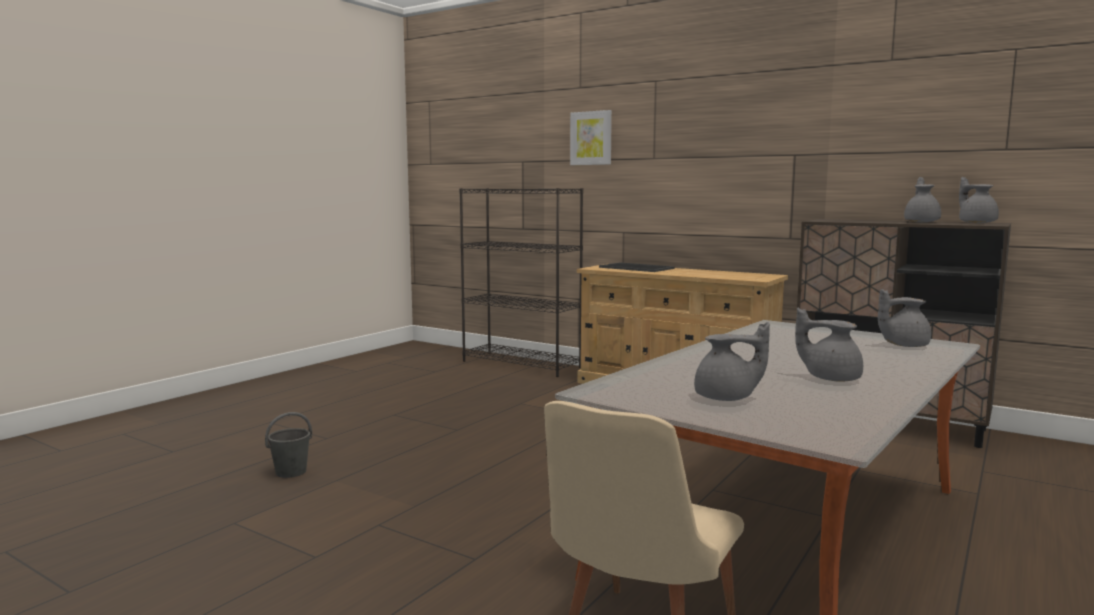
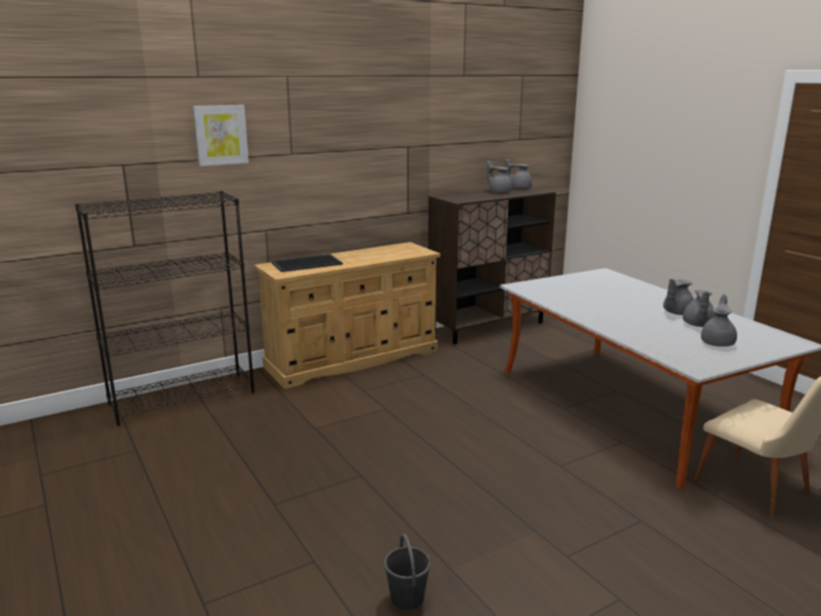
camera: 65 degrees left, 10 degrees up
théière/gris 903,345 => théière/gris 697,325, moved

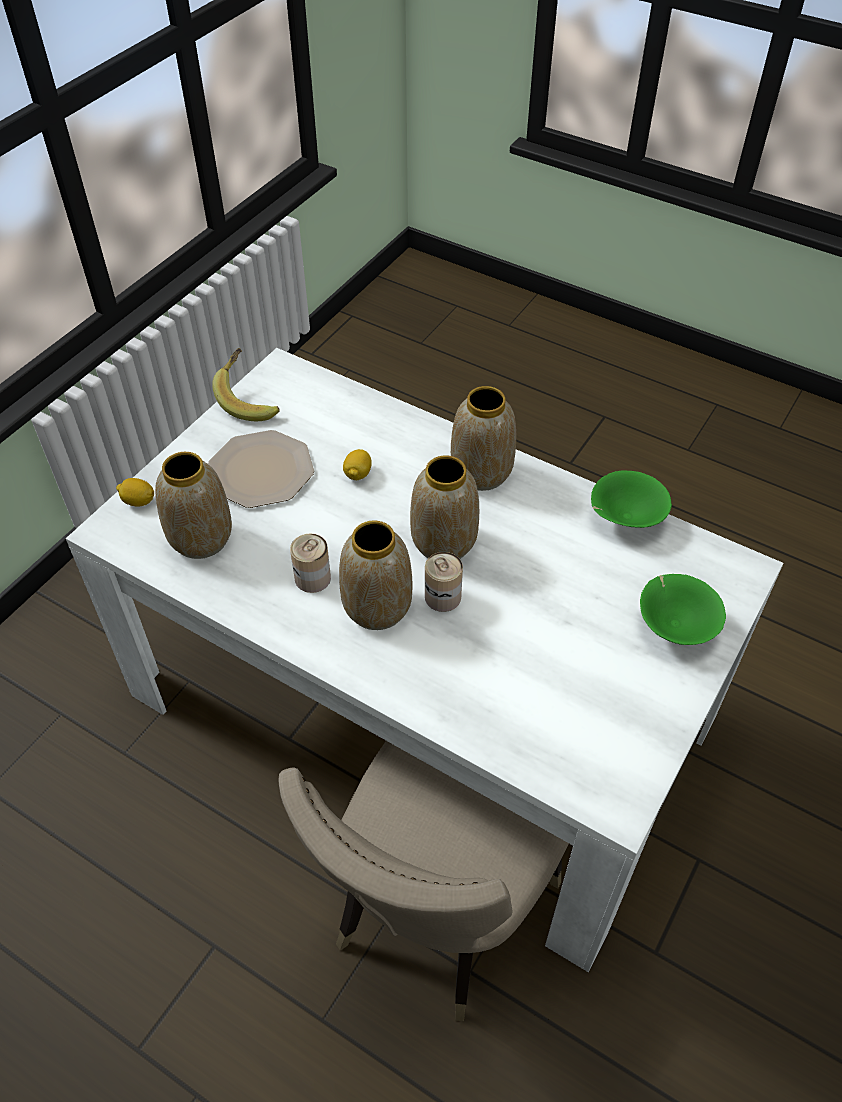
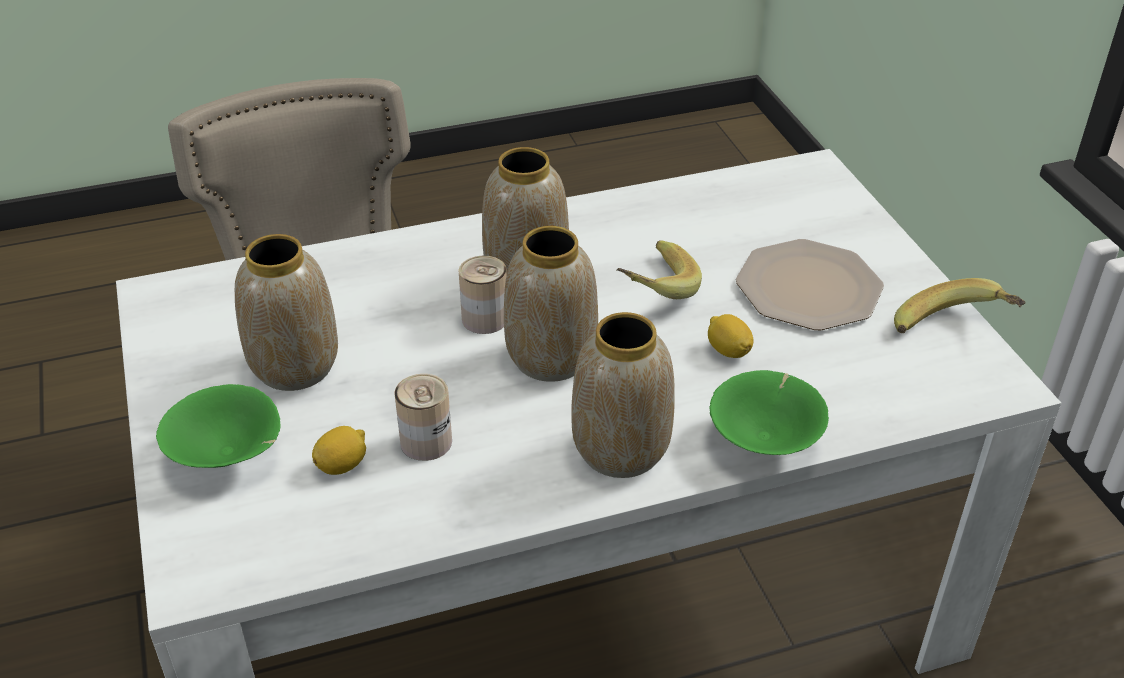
camera: 130 degrees right, 10 degrees down
vase 202,539 => vase 293,367, moved
bol/vert 625,518 => bol/vert 765,440, moved
citron 138,501 => citron 342,465, moved
boîte métallique 312,578 => boîte métallique 426,442, moved
nothing => banane 652,288

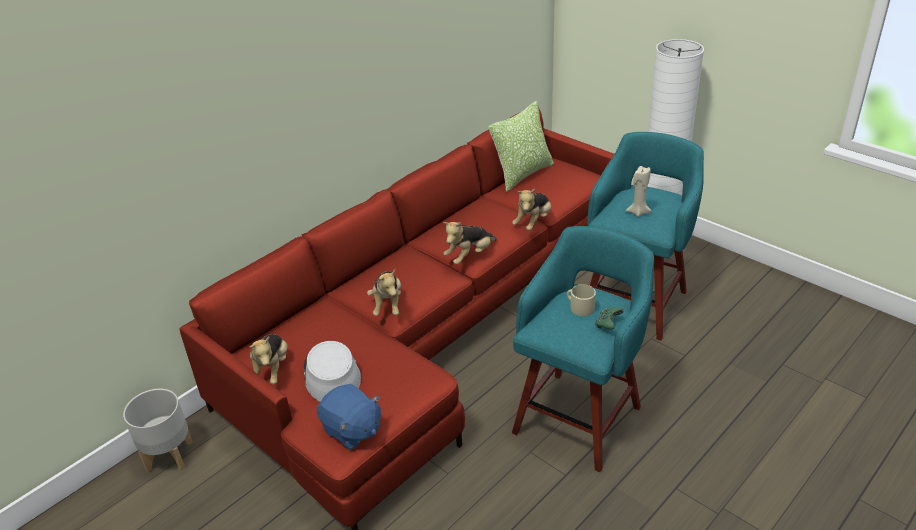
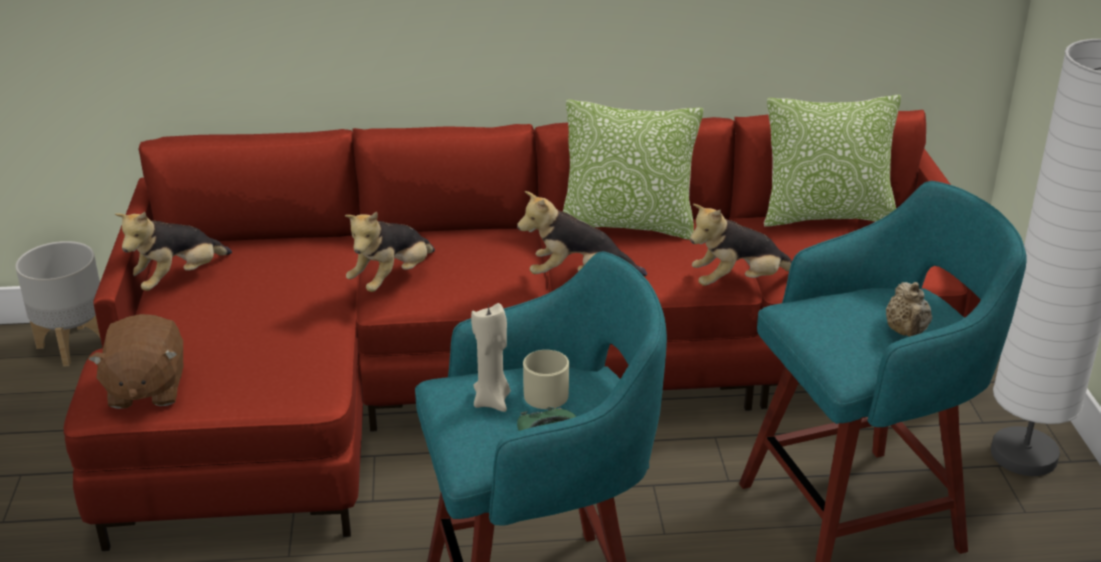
camera: 40 degrees right, 5 degrees down
bougie/beige 638,212 => bougie/beige 492,400, moved
chapeau/gris 331,375 => nothing
peluche/bleu 352,430 => peluche/marron 146,389
nothing => coussin 628,225
nothing => théière/beige 906,333

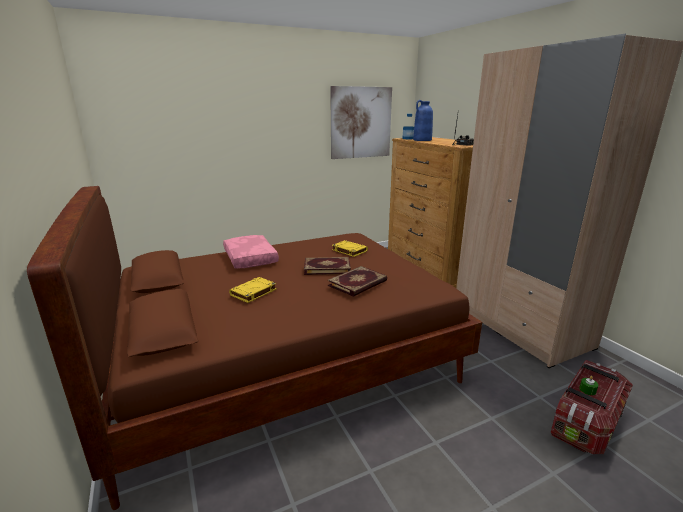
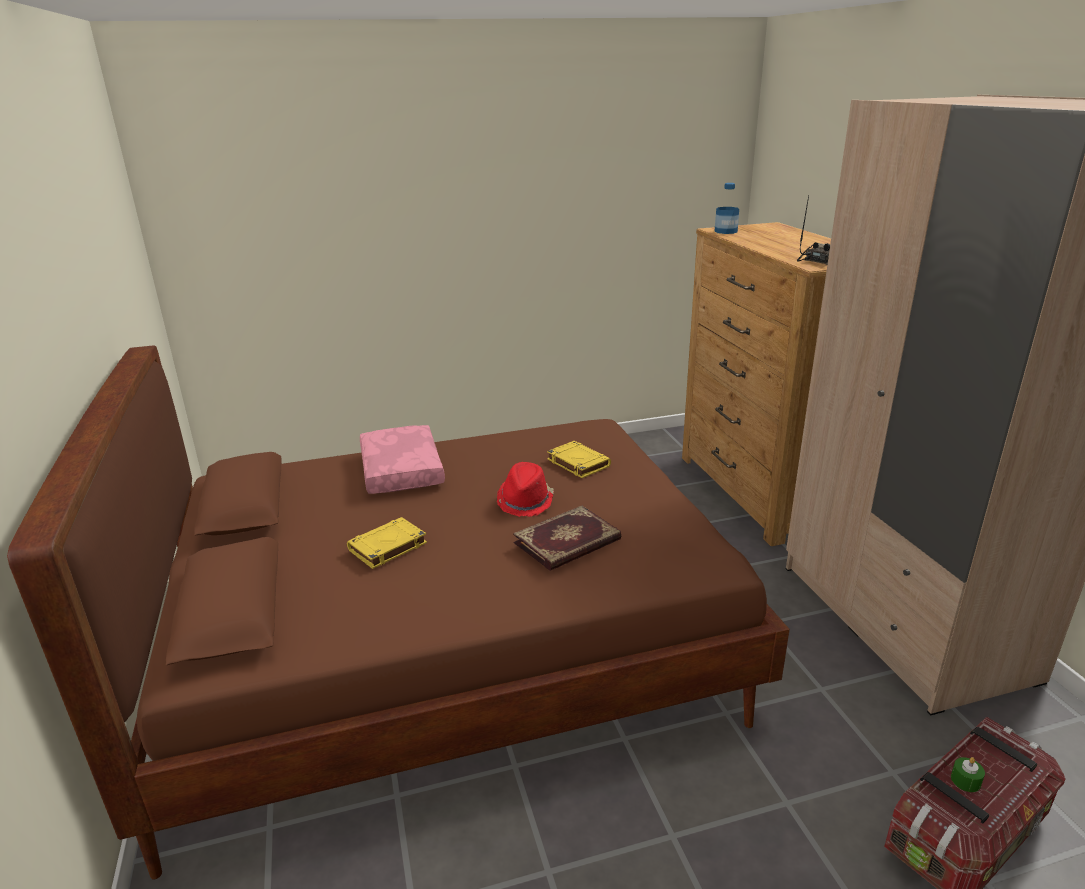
camera: 10 degrees right, 5 degrees up
tableau 361,123 => nothing
vase/bleu 422,140 => nothing
livre 327,267 => chapeau/rouge 525,501

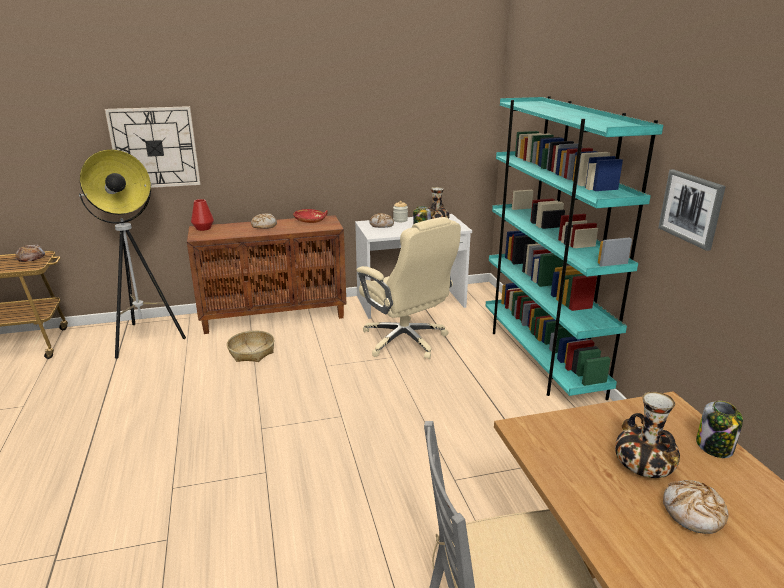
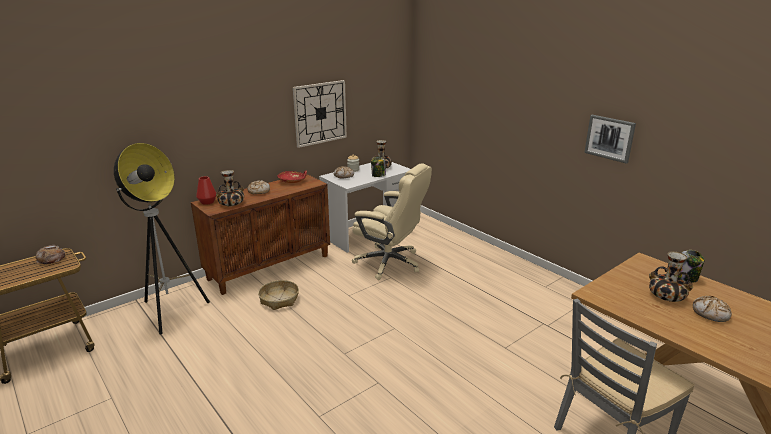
camera: 25 degrees left, 0 degrees up
bibliothèque/turquoise 541,358 => nothing
horloge murale 154,148 => horloge murale 320,113, moved
nothing => vase 231,203

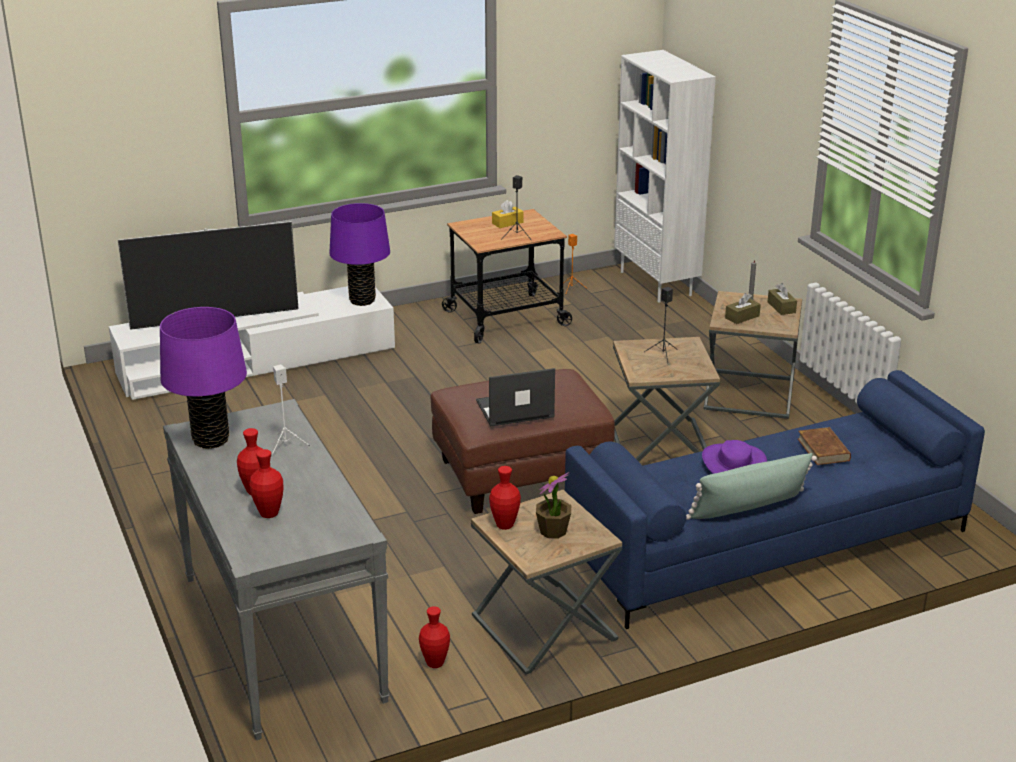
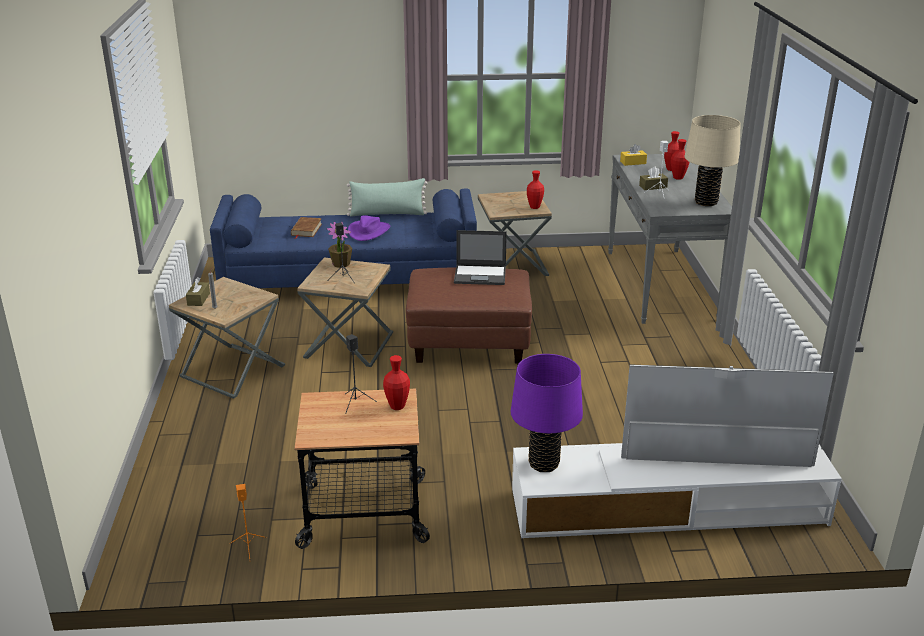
camera: 160 degrees left, 0 degrees up
bibliothèque/blanc 657,283 => nothing
boîte à mouchoirs/jaune 507,223 => boîte à mouchoirs/jaune 633,162, moved
boîte à mouchoirs/marron 742,317 => boîte à mouchoirs/marron 653,187, moved
lampe de table/violet 211,440 => lampe de table/beige 706,202
plante en pot 553,531 => plante en pot 341,264, moved
vase/rouge 435,663 => vase/rouge 397,406, moved

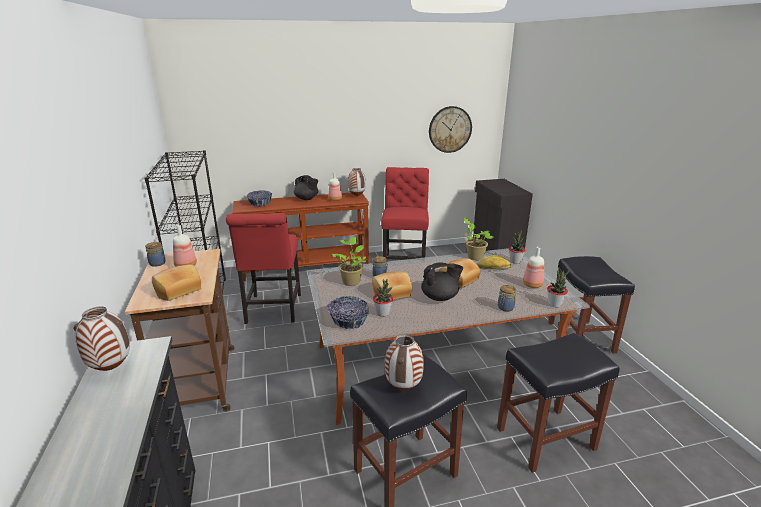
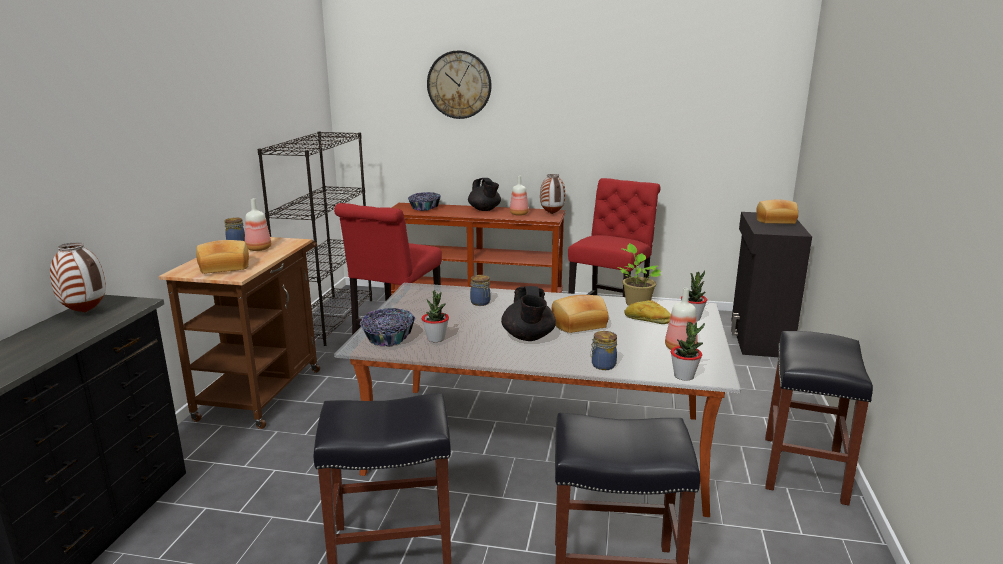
camera: 25 degrees right, 5 degrees down
horloge murale 450,129 => horloge murale 459,85, moved
plante en pot 351,281 => nothing
théière/noir 440,297 => théière/noir 528,337, 75 degrees clockwise
pain 392,293 => pain 776,221, moved
vase 403,387 => nothing

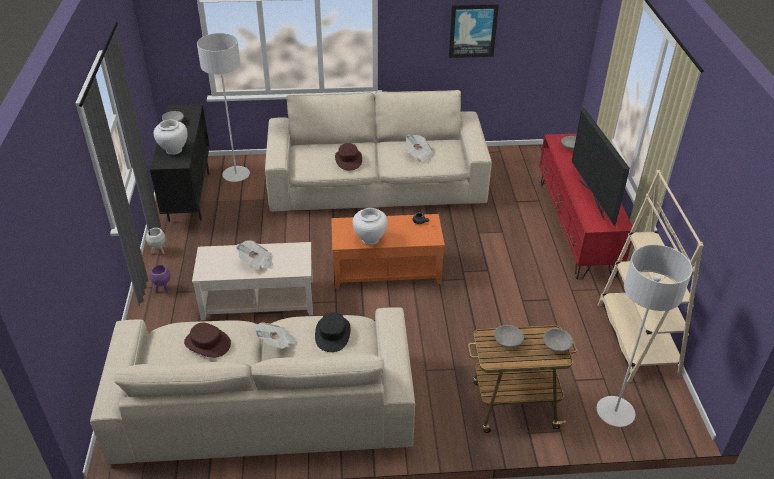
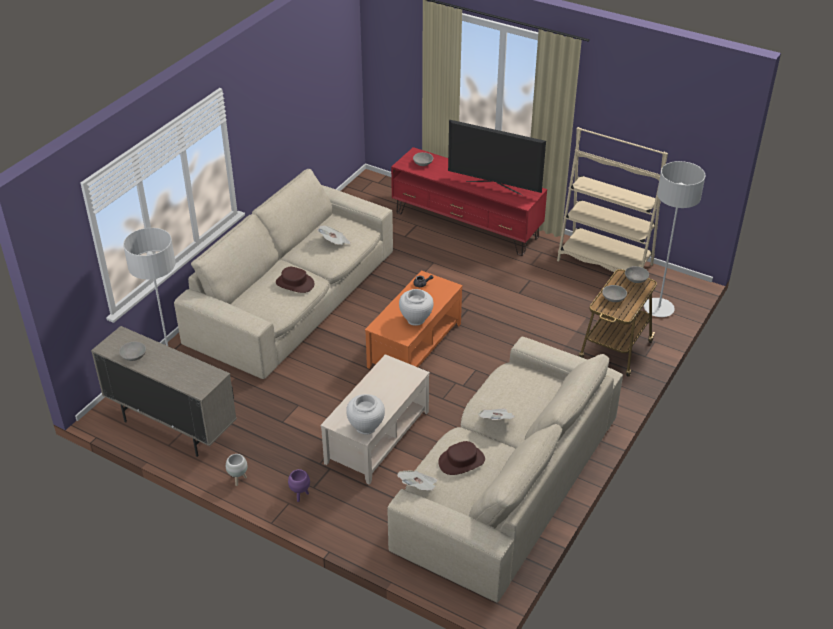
camera: 55 degrees left, 0 degrees up
tableau 472,30 => nothing
meuble de rangement/noir 189,197 => meuble de rangement/beige 172,427
vase/blanc 174,150 => vase/blanc 366,427, moved
journal 257,263 => journal 418,487, moved
chapeau/noir 333,334 => nothing

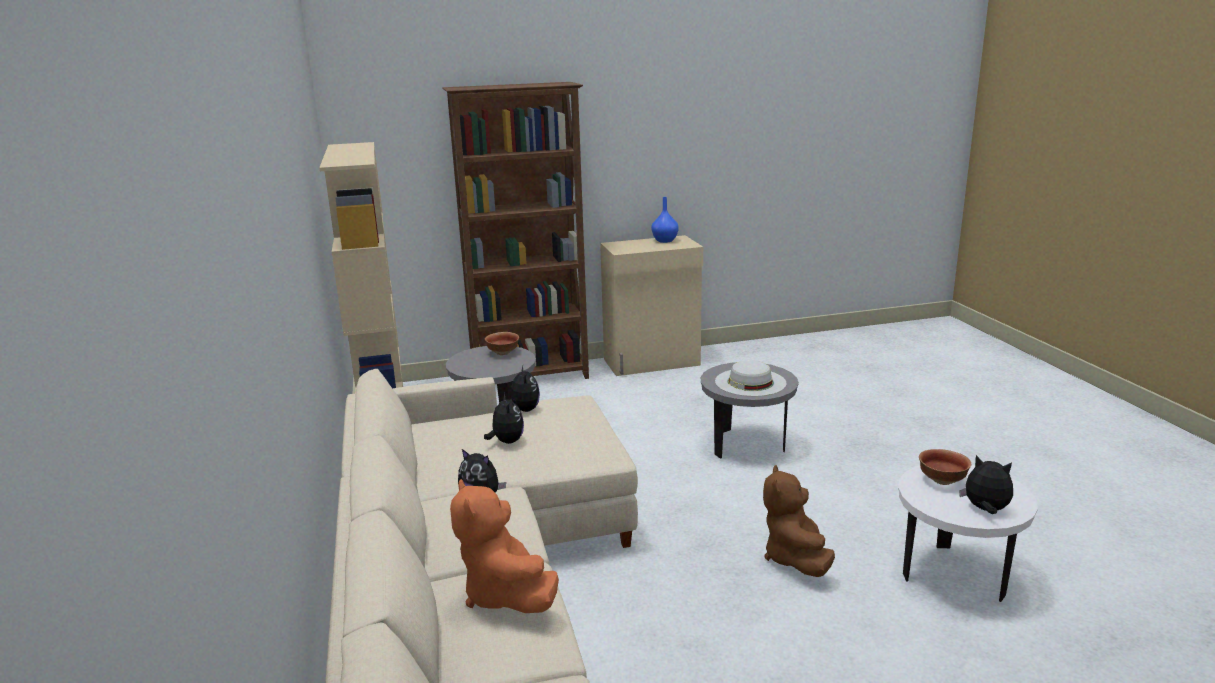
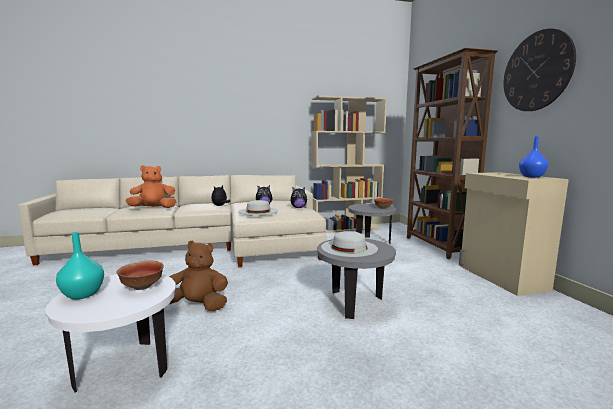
camera: 90 degrees right, 10 degrees down
peluche 985,510 => vase/turquoise 83,294
nothing => horloge murale 536,71
nothing => chapeau/blanc 258,211

